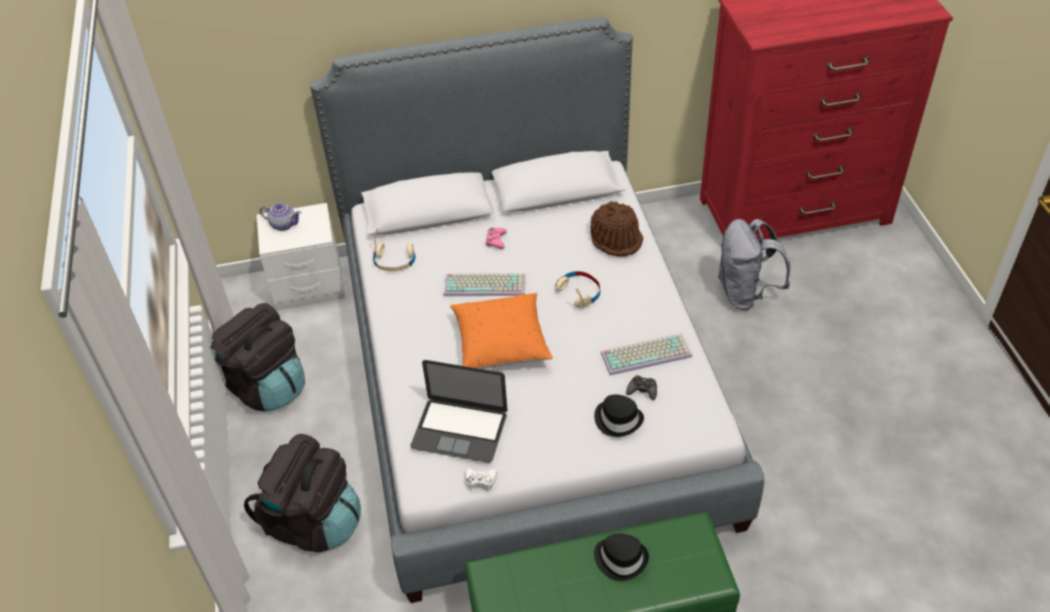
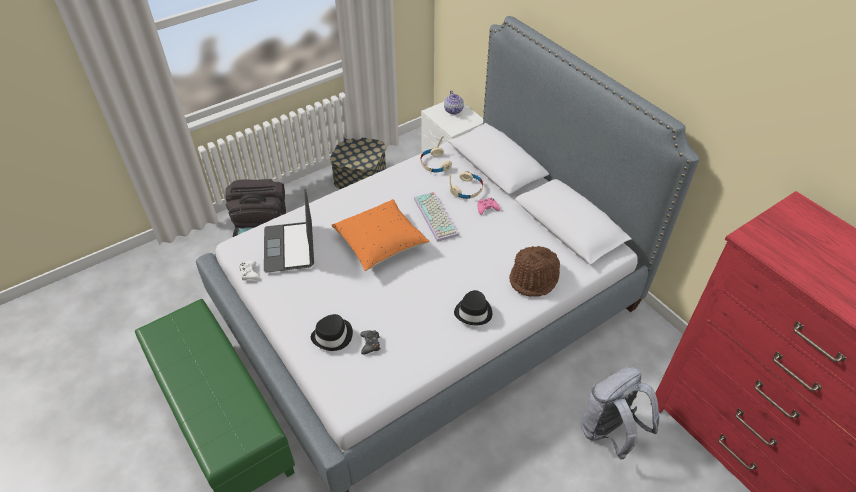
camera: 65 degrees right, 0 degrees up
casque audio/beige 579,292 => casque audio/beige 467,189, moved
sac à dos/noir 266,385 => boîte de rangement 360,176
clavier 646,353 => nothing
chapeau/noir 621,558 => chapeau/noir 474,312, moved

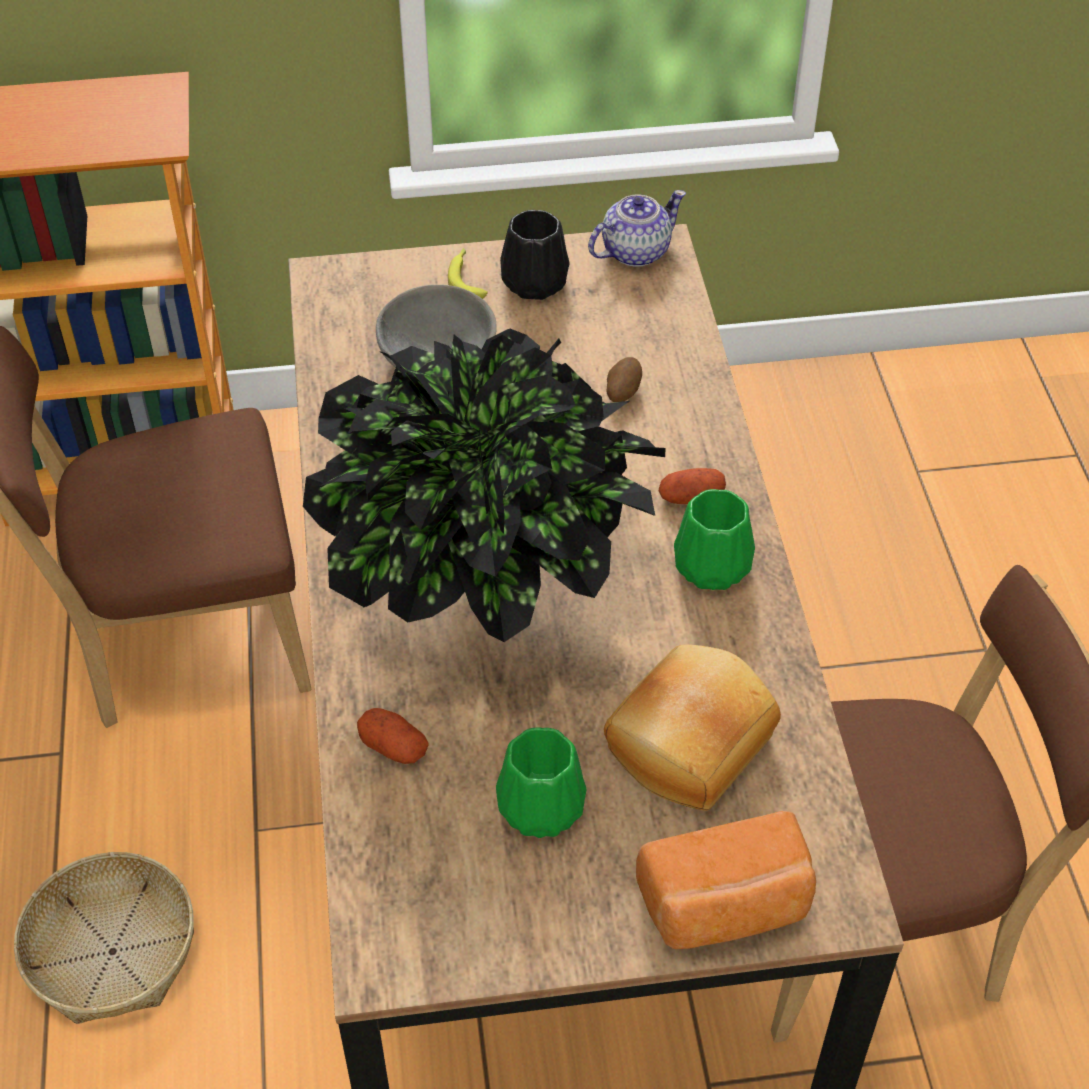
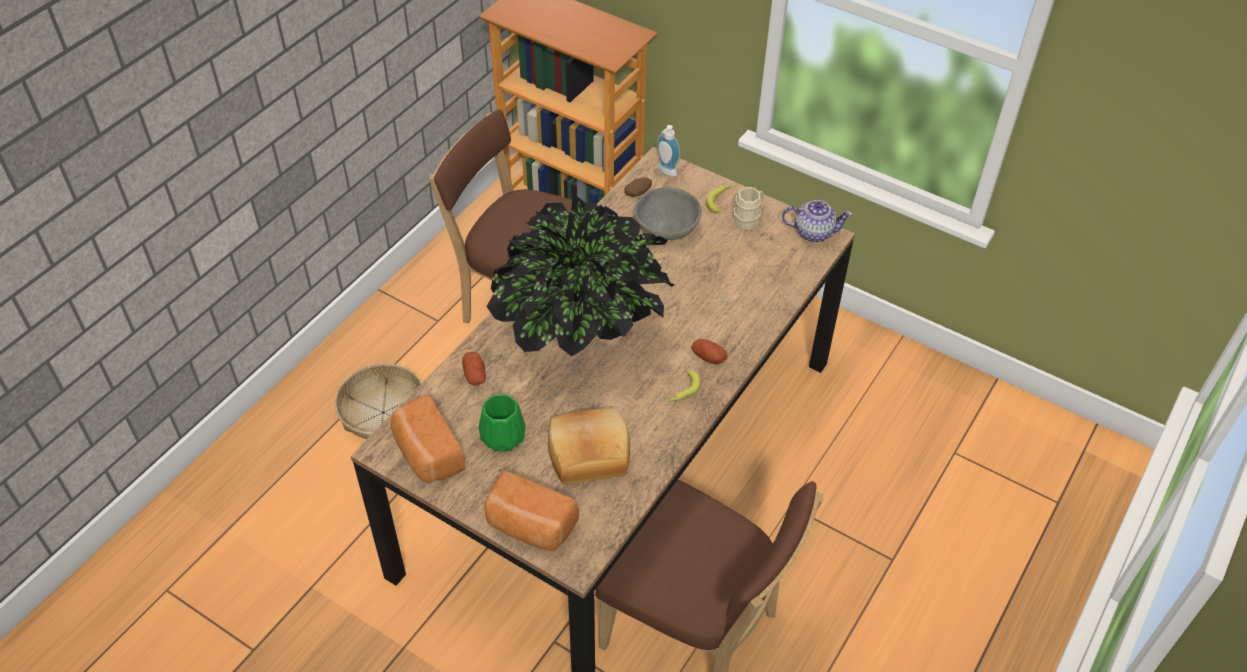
camera: 40 degrees right, 0 degrees up
vase/noir 533,282 => mug/beige 749,219
pomme de terre 622,392 => pomme de terre 637,193, moved
vase/vert 710,566 => banane 682,391
nothing => distributeur de savon 665,172
nothing => pain 427,454

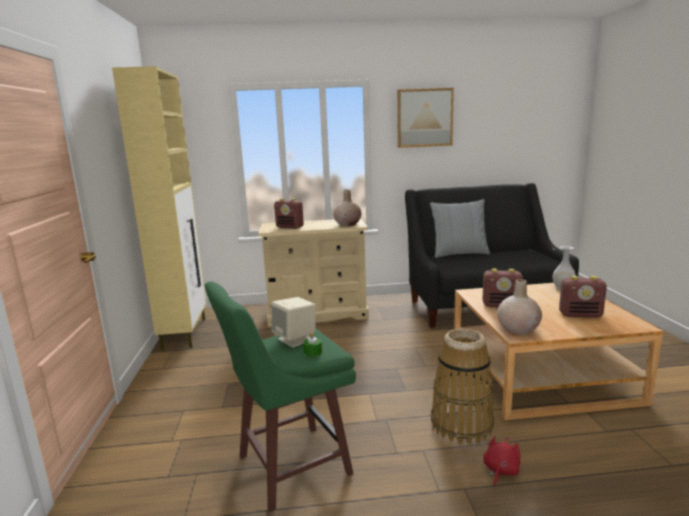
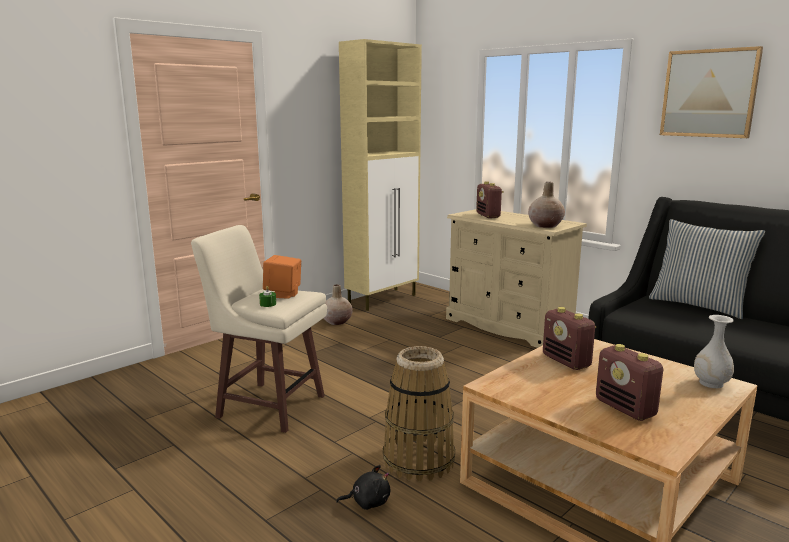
camera: 50 degrees right, 0 degrees up
vase/beige 518,329 => vase/beige 337,321, moved
tabouret/vert 290,466 => tabouret/beige 269,405
enceinte/beige 295,339 => enceinte/orange 283,294
peluche/rouge 500,471 => peluche/noir 368,502

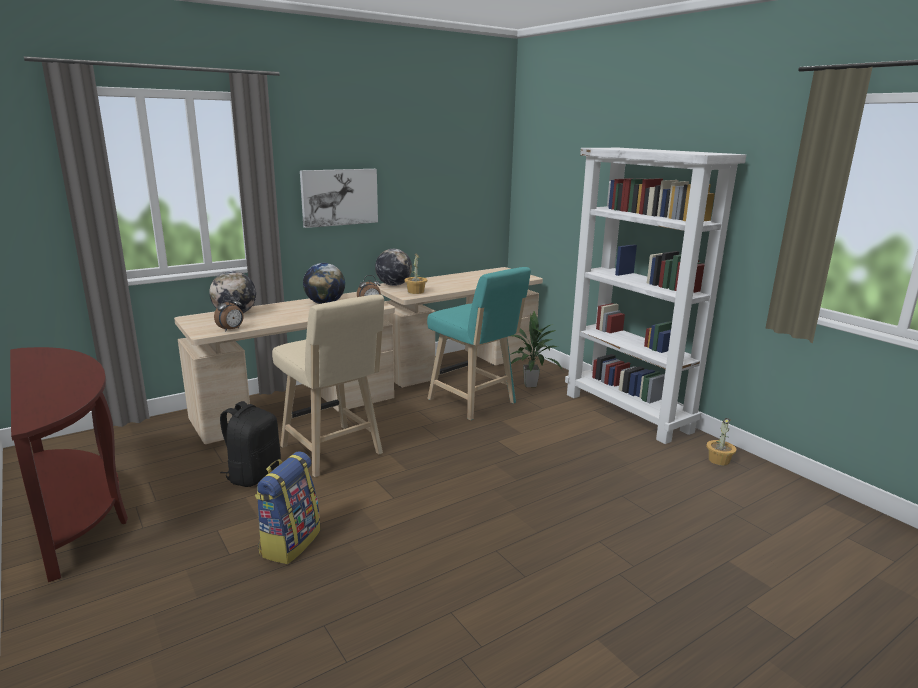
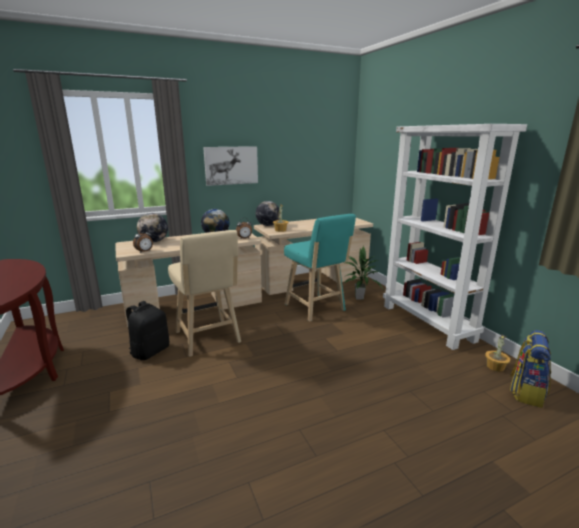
camera: 10 degrees right, 0 degrees up
sac à dos 289,542 => sac à dos 526,392, moved

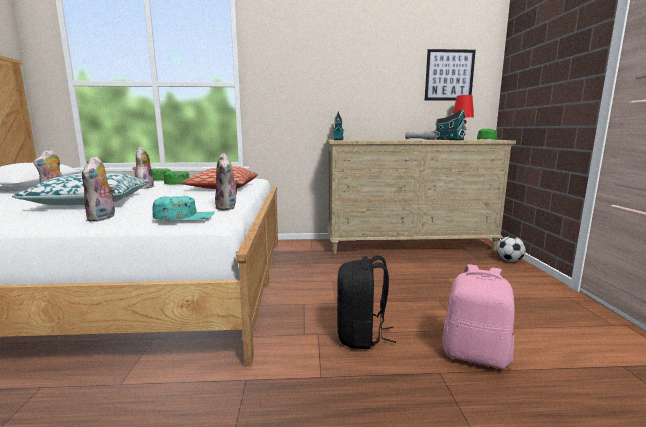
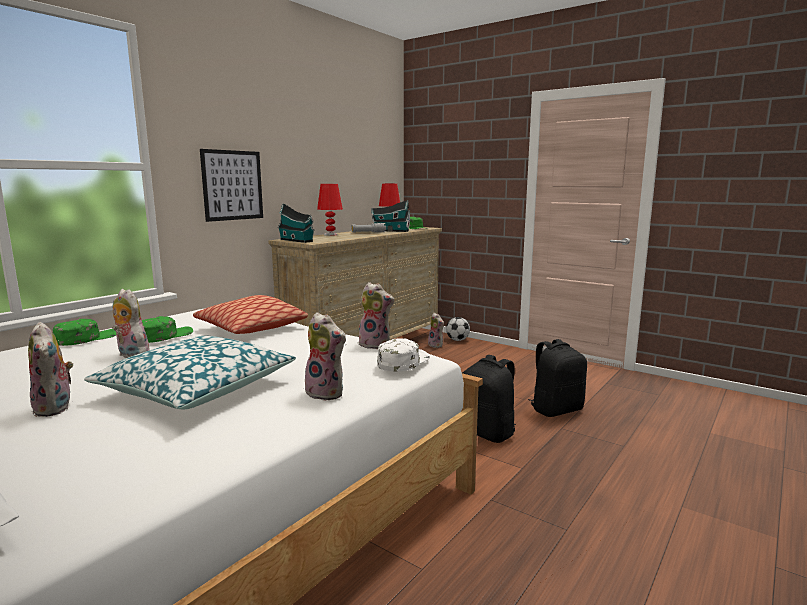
camera: 50 degrees left, 0 degrees up
tableau 449,75 => tableau 232,185, moved
casquette/turquoise 184,216 => casquette/blanc 402,361
sac à dos/rose 475,355 => sac à dos/noir 556,409
nothing => lampe de table/rouge 330,234
nothing => peluche 436,345

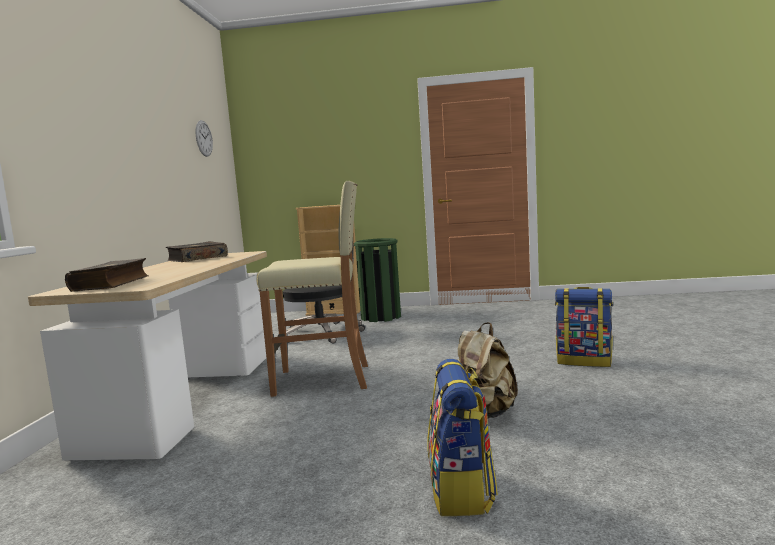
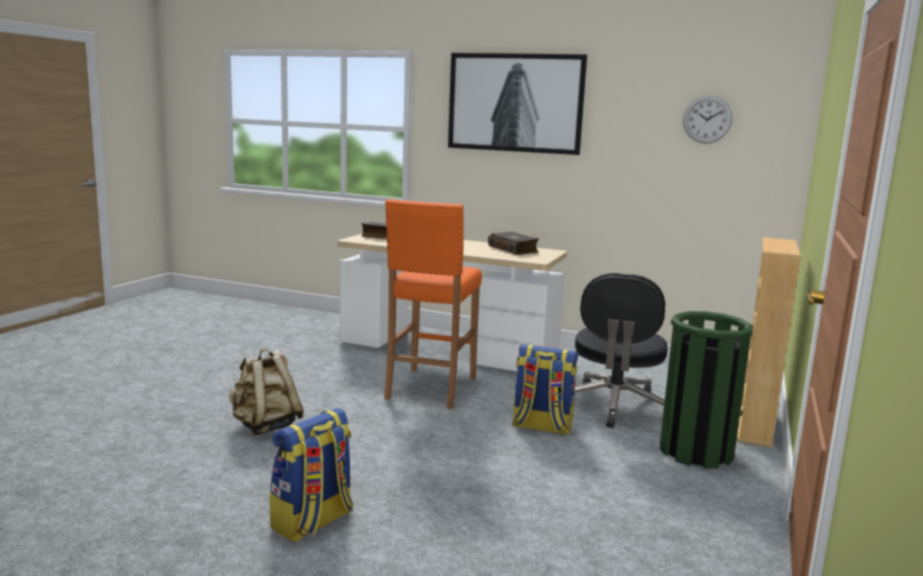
camera: 105 degrees right, 5 degrees up
tabouret/beige 323,380 => tabouret/orange 430,388
sac à dos 462,491 => sac à dos 541,427, moved
nothing => tableau 515,103

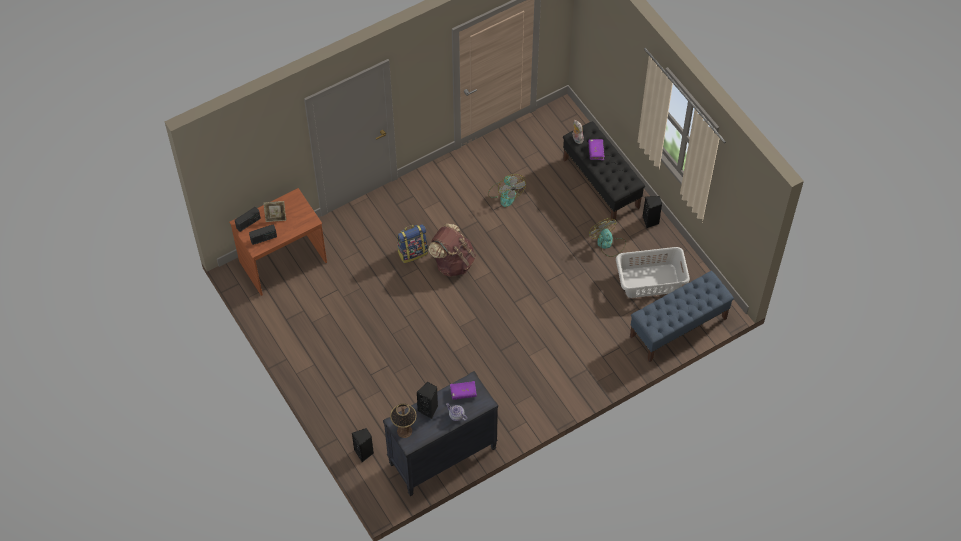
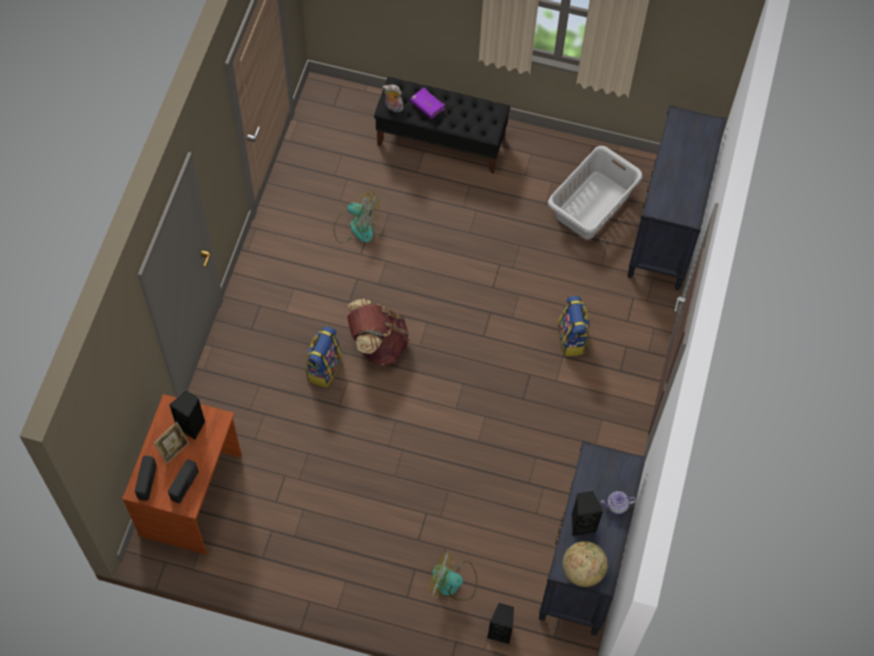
camera: 45 degrees left, 5 degrees up
enceinte/noir 650,221 => enceinte/noir 192,426, moved
ventilateur 607,243 => ventilateur 452,583, moved
banc/bleu 678,328 => commode/noir 666,232
livre/violet 463,392 => nothing
lampe de table 404,431 => globe 583,570
nothing => sac à dos 572,339

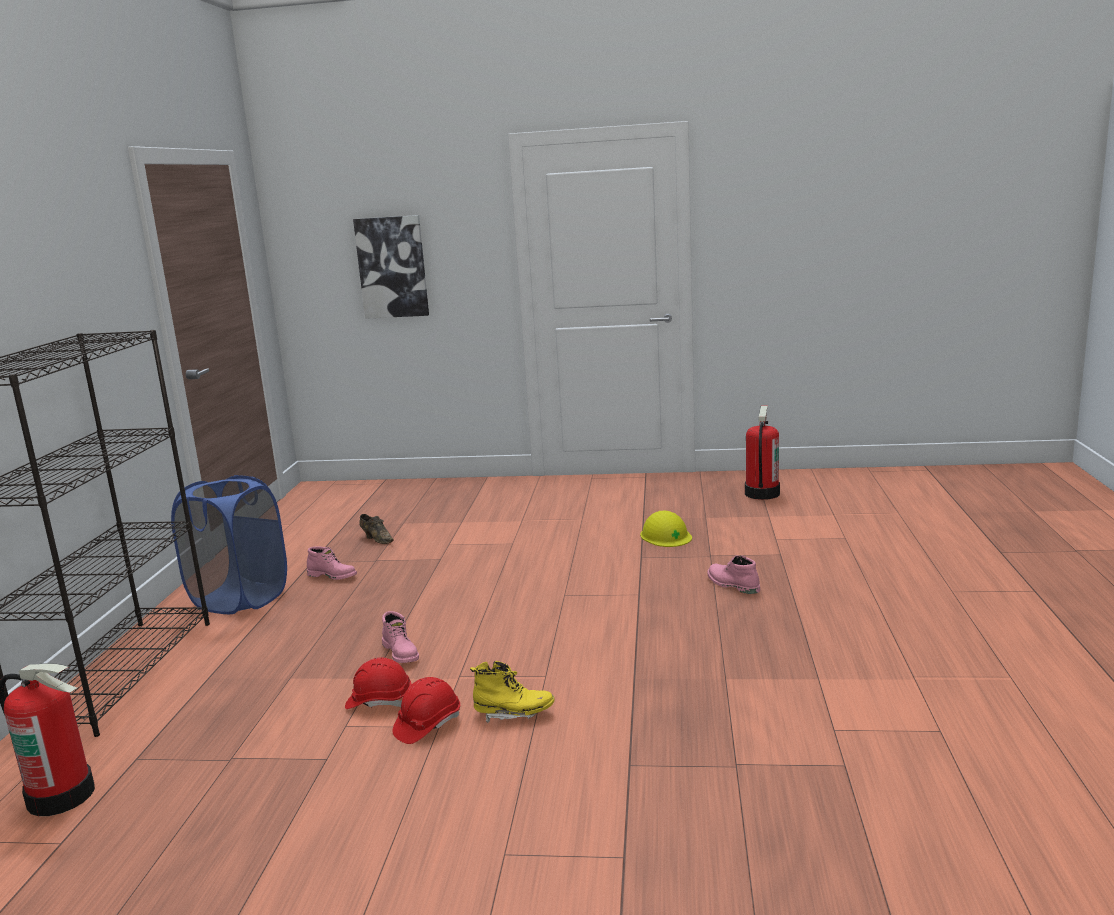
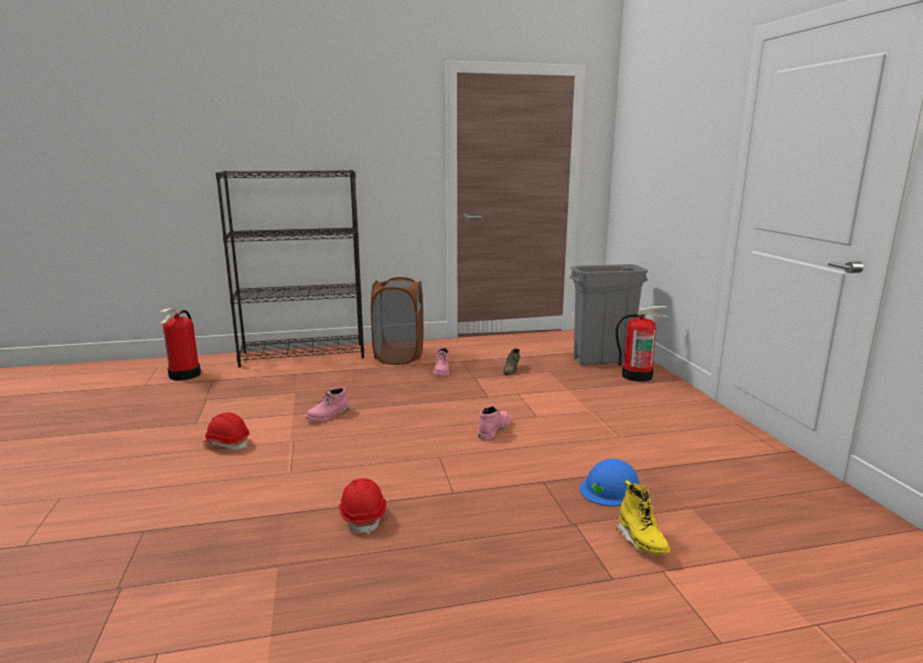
camera: 70 degrees right, 0 degrees up
tableau 392,267 => nothing
extincteur 761,493 => extincteur 637,376, moved
panier à linge/bleu 239,598 => panier à linge/marron 399,356
casque de chantier/jaune 666,536 => casque de chantier/bleu 611,488
botte/rose 732,584 => botte/rose 493,429, moved
casque de chantier/rouge 379,701 => casque de chantier/rouge 363,516, moved
botte/jaune 514,714 => botte/jaune 641,542, moved
nothing => poubelle/gris 601,361

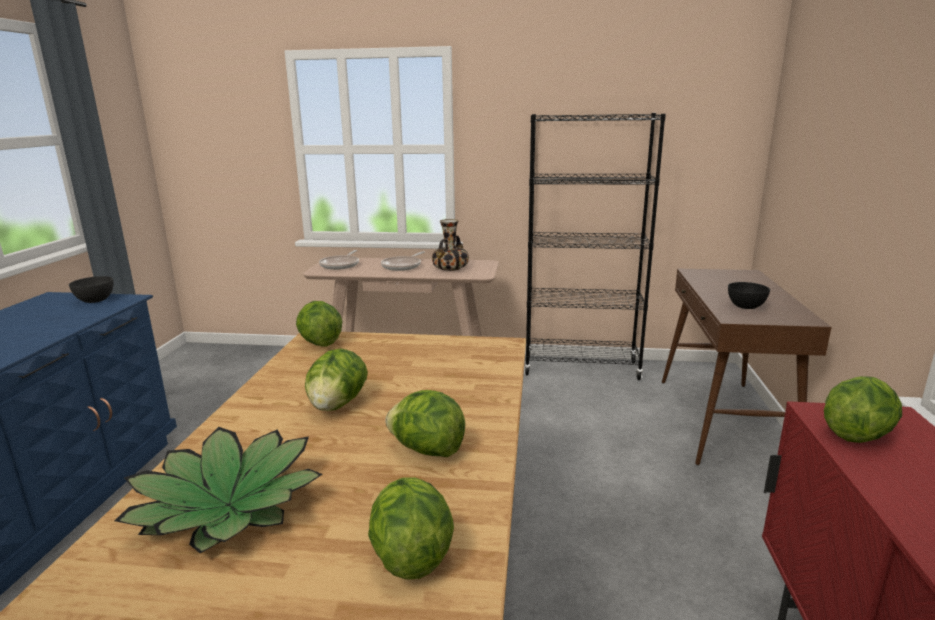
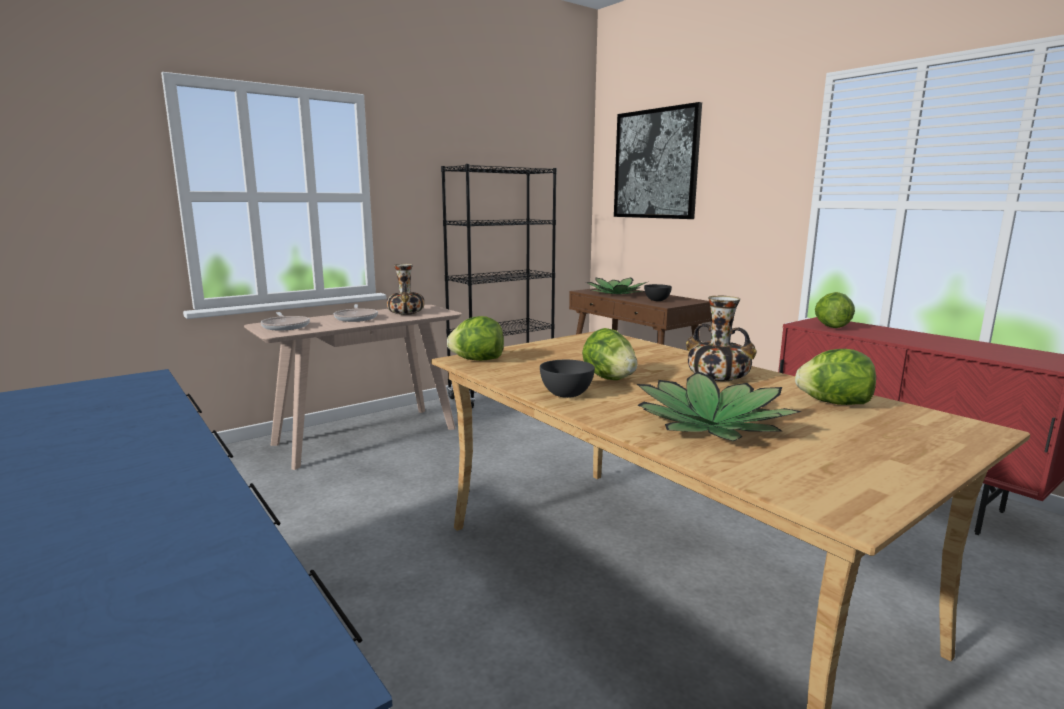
camera: 45 degrees left, 5 degrees down
bol/gris 95,300 => bol/gris 566,394, moved
laitue 427,450 => vase 719,377
nothing => tableau 656,164
nothing => plante en pot 616,294

